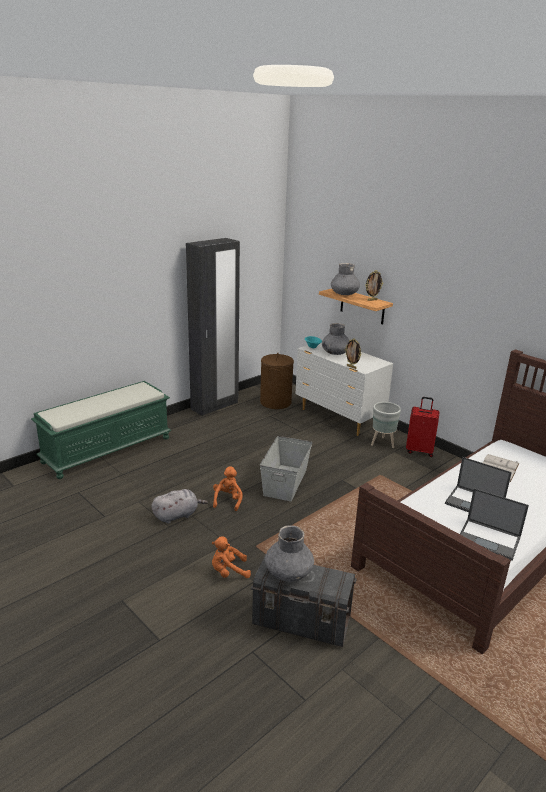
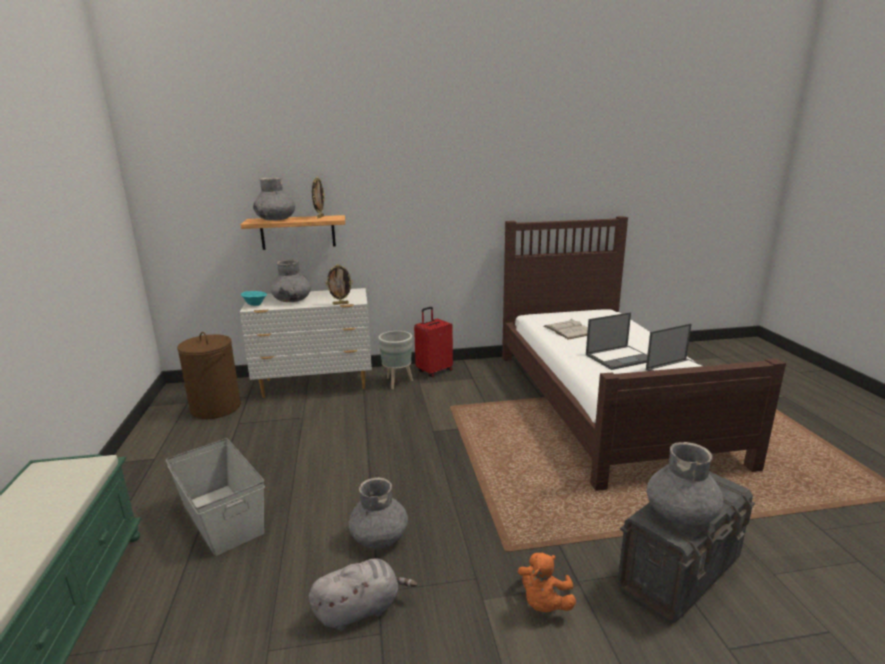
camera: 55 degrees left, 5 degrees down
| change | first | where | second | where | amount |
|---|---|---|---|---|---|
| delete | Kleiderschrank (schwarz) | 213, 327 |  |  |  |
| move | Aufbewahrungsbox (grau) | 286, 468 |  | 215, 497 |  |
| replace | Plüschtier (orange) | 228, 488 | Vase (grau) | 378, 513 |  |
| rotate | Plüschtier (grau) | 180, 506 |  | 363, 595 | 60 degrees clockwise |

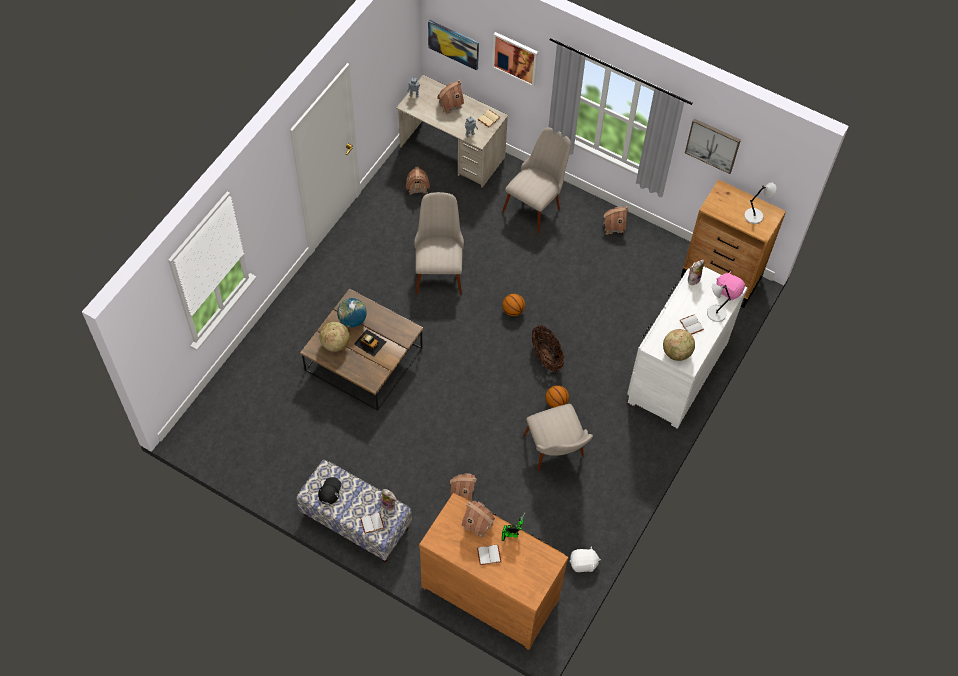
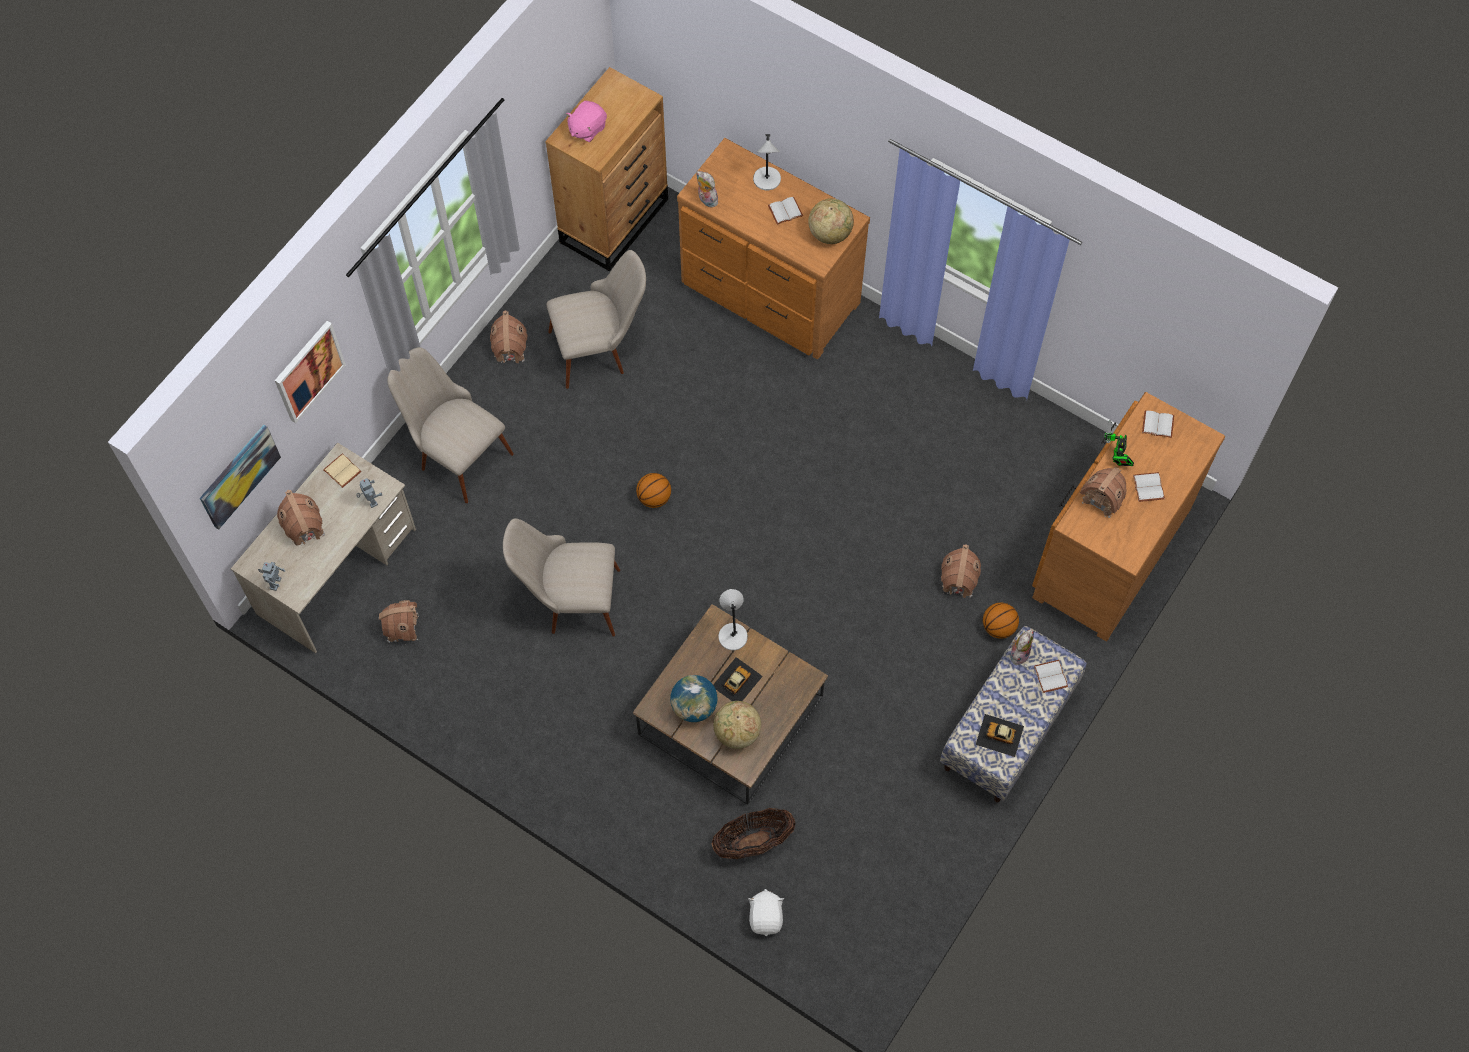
camera: 85 degrees left, 5 degrees up
| change | first | where | second | where | amount |
|---|---|---|---|---|---|
| delete | Bild | 713, 146 |  |  |  |
| insert |  |  | Buch (weiß) | 1158, 424 |  |
| move | Stuhl (beige) | 558, 437 |  | 596, 319 |  |
| move | Korb | 548, 348 |  | 753, 833 |  |
| move | Basketball | 557, 396 |  | 1001, 620 |  |
| move | Plüschtier (weiß) | 585, 559 |  | 766, 912 |  |
| move | Plüschtier (rosa) | 730, 285 |  | 586, 121 |  |
| move | Tischlampe (grau) | 760, 203 |  | 733, 619 |  |
| replace | Kappe (schwarz) | 329, 491 | Spielzeugauto | 1000, 735 |  |
| recolor | Kommode (weiß) | 687, 345 | Kommode (braun) | 773, 249 |  |

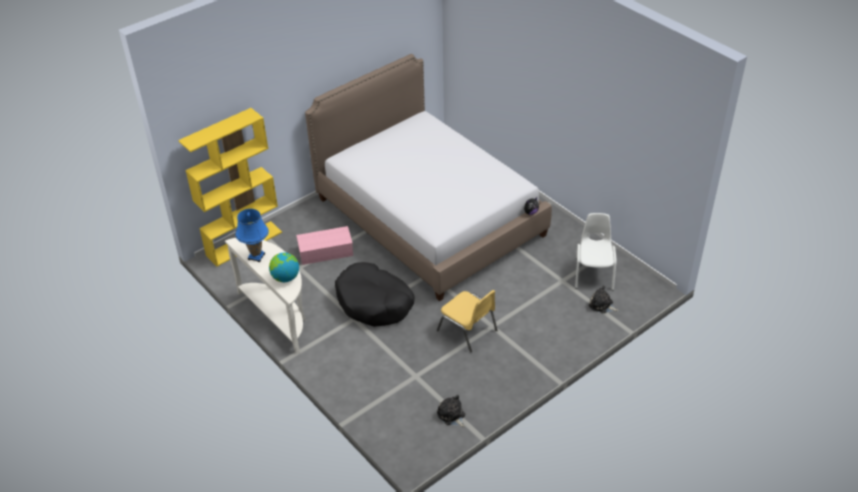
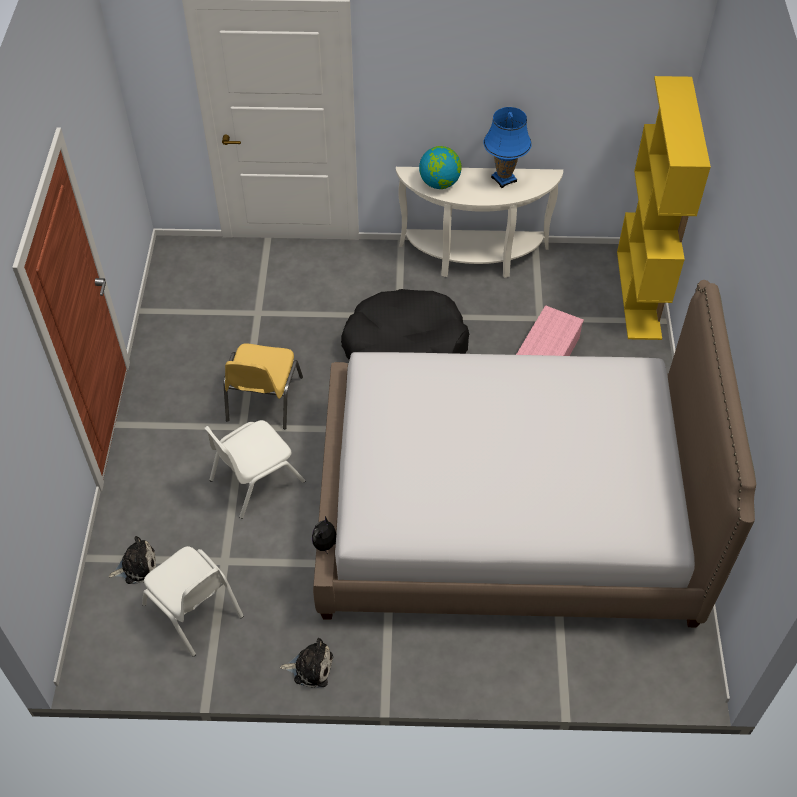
camera: 130 degrees right, 10 degrees up
| change | first | where | second | where | amount |
|---|---|---|---|---|---|
| insert |  |  | Stuhl (weiß) | 254, 469 |  |
| move | Plüschtier | 451, 411 |  | 306, 663 |  |
| rotate | Stuhl (gelb) | 467, 321 |  | 263, 386 | 75 degrees counterclockwise |

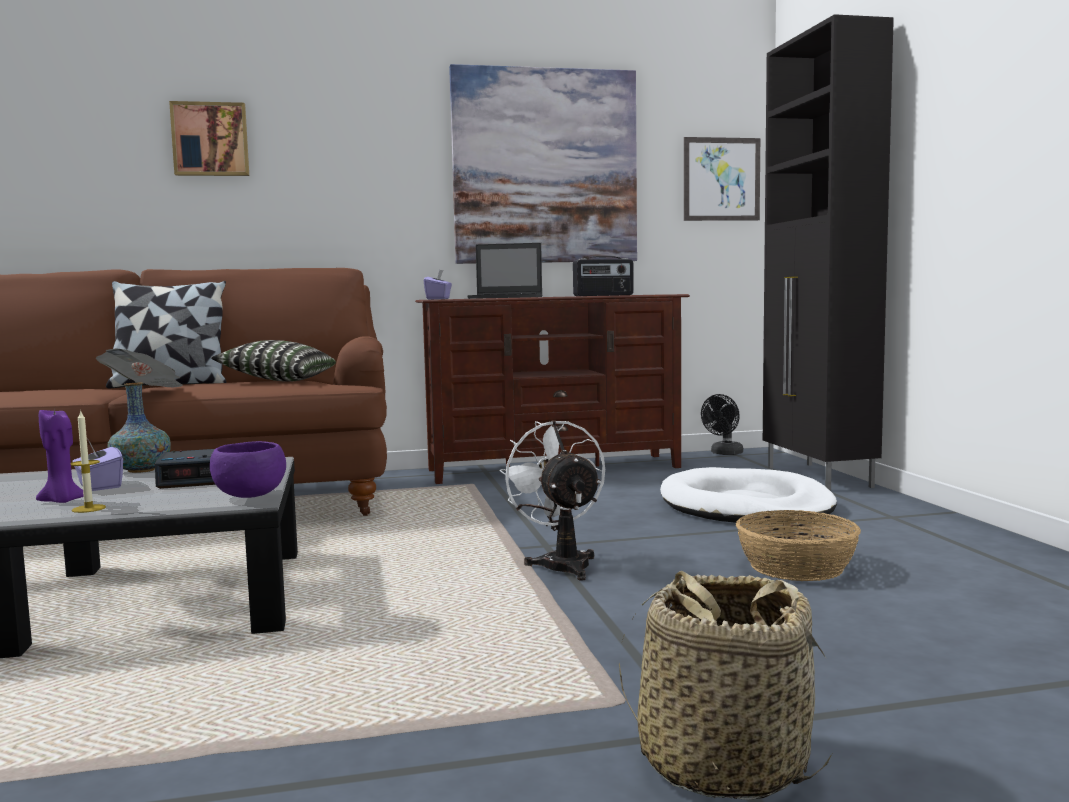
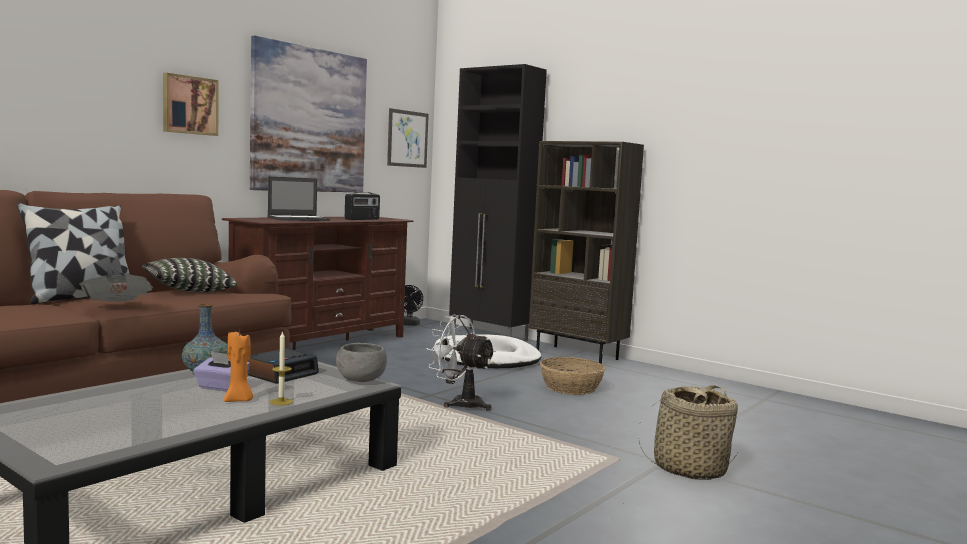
camera: 40 degrees left, 0 degrees up
| change | first | where | second | where | amount |
|---|---|---|---|---|---|
| delete | Taschentuchbox (lila) | 438, 284 |  |  |  |
| insert |  |  | Bücherregal (braun) | 586, 252 |  |
| move | Bild | 209, 138 |  | 191, 104 |  |
| recolor | Kerze (lila) | 60, 455 | Kerze (orange) | 238, 366 |  |
| recolor | Schüssel (lila) | 248, 469 | Schüssel (grau) | 361, 362 |  |

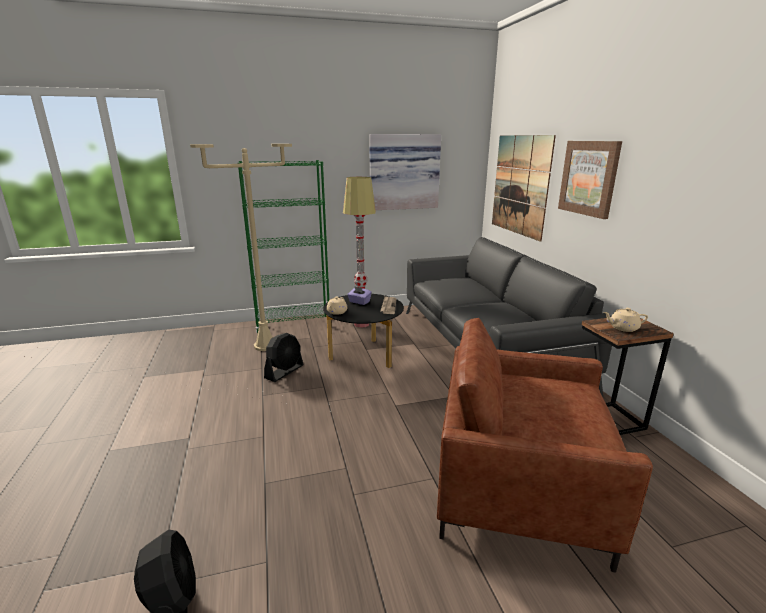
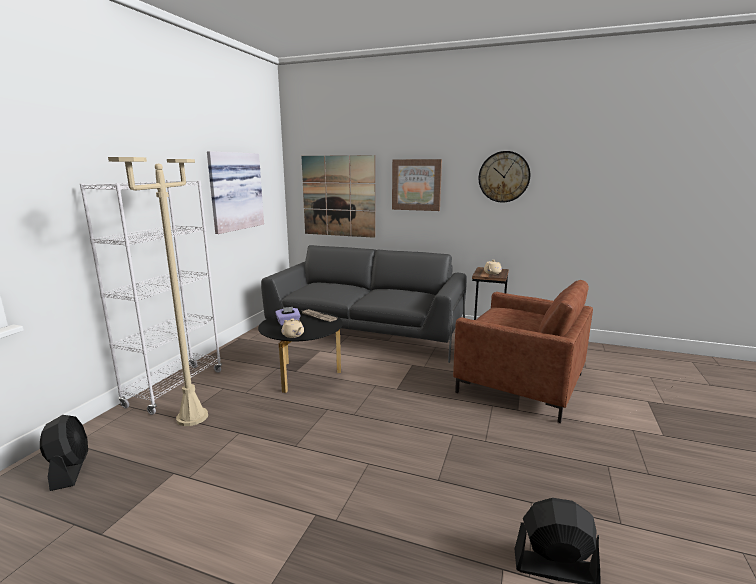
camera: 55 degrees left, 5 degrees down
| change | first | where | second | where | amount |
|---|---|---|---|---|---|
| delete | Stehlampe | 359, 252 |  |  |  |
| insert |  |  | Wanduhr | 504, 177 |  |
| move | Ventilator (schwarz) | 283, 357 |  | 64, 453 |  |
| recolor | Bücherregal (grün) | 283, 246 | Bücherregal (weiß) | 151, 297 |  |
| rotate | Sessel (braun) | 545, 445 |  | 523, 351 | 105 degrees counterclockwise |

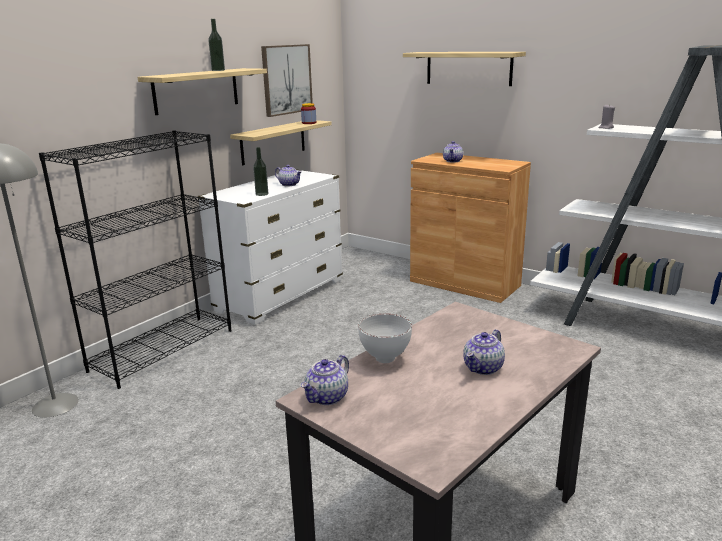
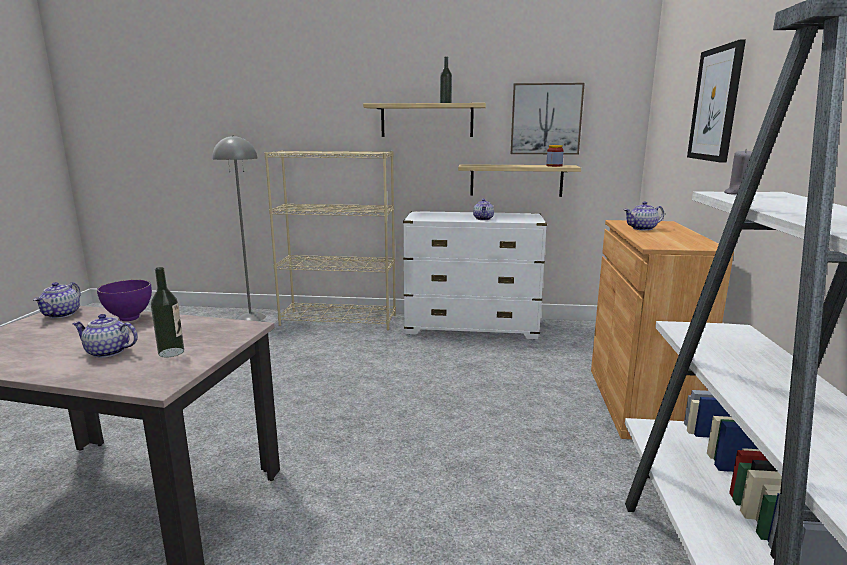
camera: 60 degrees right, 5 degrees down
| change | first | where | second | where | amount |
|---|---|---|---|---|---|
| move | Flasche | 260, 171 |  | 167, 312 |  |
| replace | Wandregal | 464, 69 | Bild | 716, 101 |  |
| recolor | Bücherregal (schwarz) | 135, 259 | Bücherregal (beige) | 330, 240 |  |
| recolor | Schüssel (weiß) | 385, 338 | Schüssel (lila) | 124, 300 |  |
| rotate | Teekanne | 325, 380 |  | 56, 300 | 90 degrees counterclockwise |

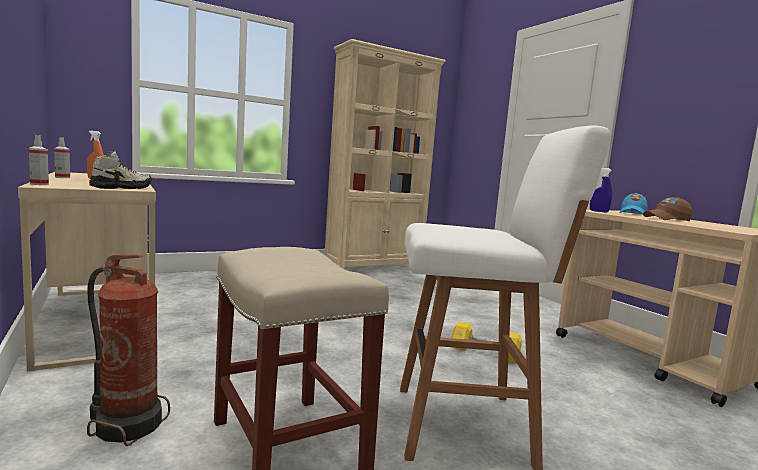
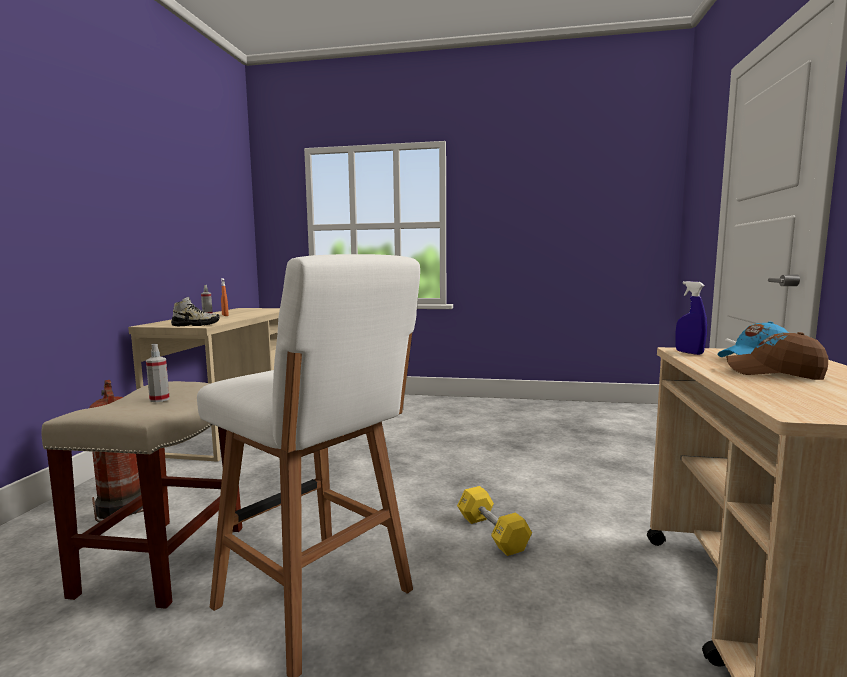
camera: 40 degrees right, 0 degrees up
| change | first | where | second | where | amount |
|---|---|---|---|---|---|
| delete | Bücherregal (beige) | 385, 154 |  |  |  |
| move | Sprühflasche | 39, 160 |  | 158, 373 |  |

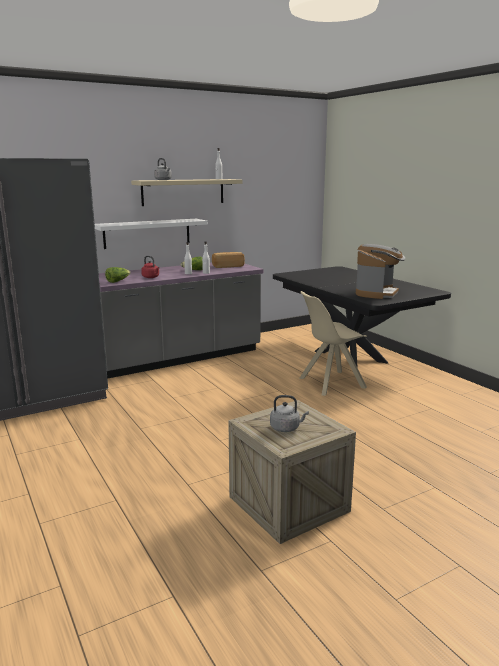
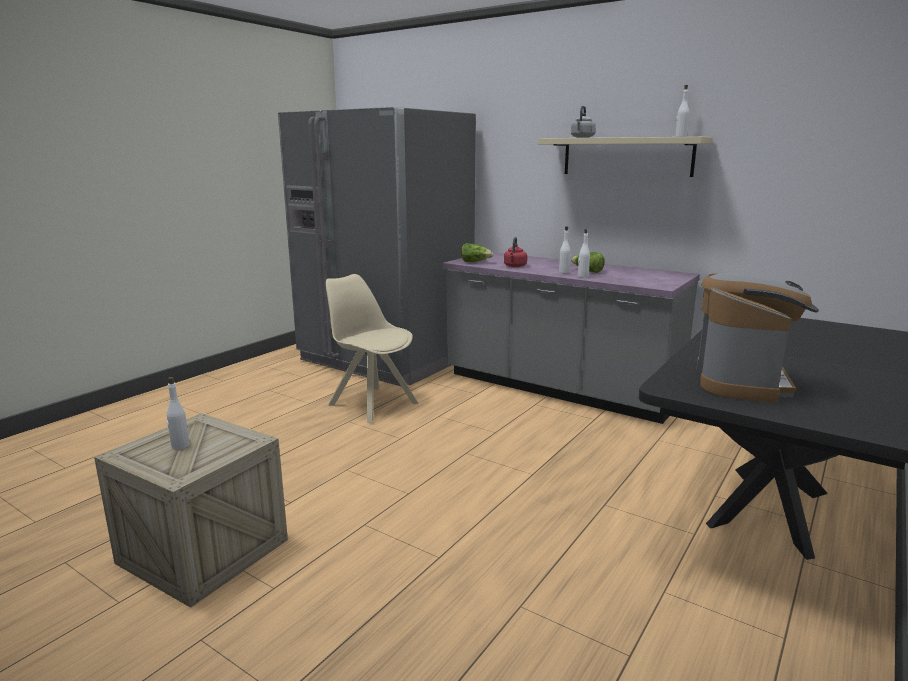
camera: 65 degrees right, 0 degrees up
| change | first | where | second | where | amount |
|---|---|---|---|---|---|
| delete | Wandregal (weiß) | 151, 234 |  |  |  |
| delete | Brot | 228, 260 |  |  |  |
| move | Stuhl (beige) | 333, 343 |  | 372, 348 |  |
| replace | Wasserkessel (grau) | 289, 413 | Flasche (weiß) | 178, 413 |  |
| rotate | Kaffeemaschine | 380, 271 |  | 758, 338 | 75 degrees counterclockwise |

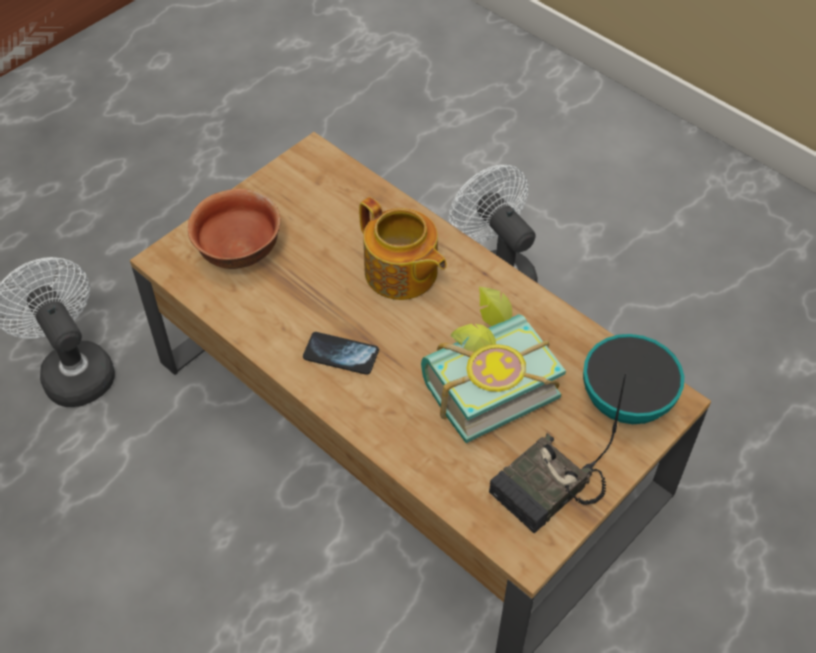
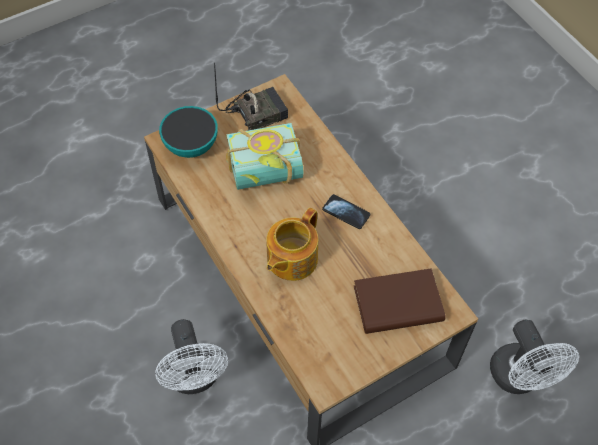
camera: 165 degrees left, 5 degrees up
| change | first | where | second | where | amount |
|---|---|---|---|---|---|
| replace | Schüssel | 234, 229 | Buch (braun) | 400, 301 |  |
| rotate | Teekanne | 403, 248 |  | 292, 244 | 120 degrees counterclockwise |

